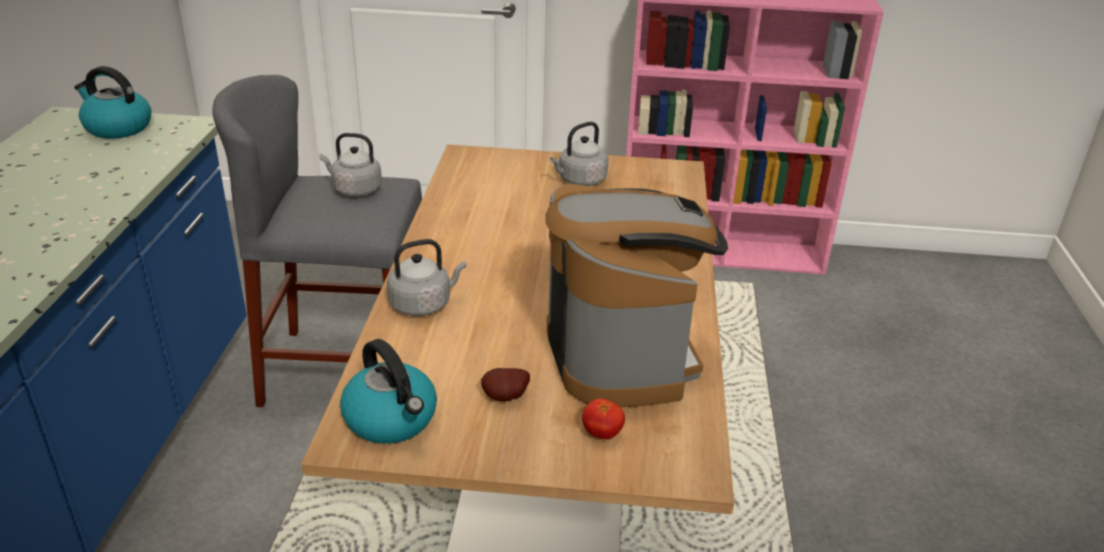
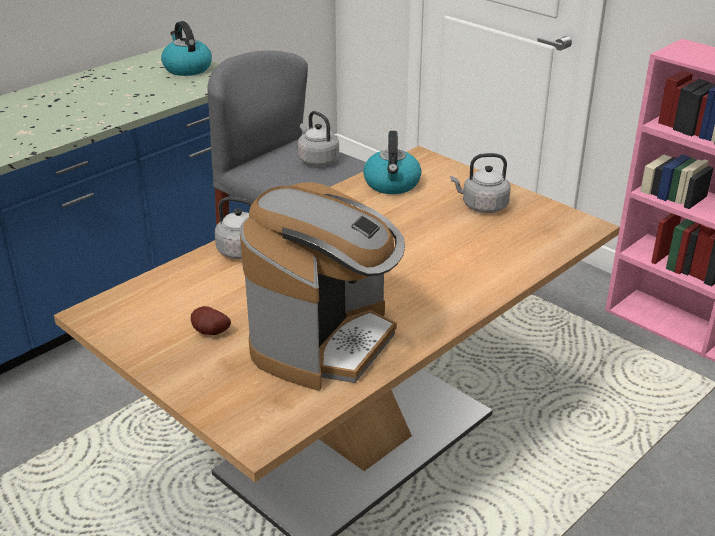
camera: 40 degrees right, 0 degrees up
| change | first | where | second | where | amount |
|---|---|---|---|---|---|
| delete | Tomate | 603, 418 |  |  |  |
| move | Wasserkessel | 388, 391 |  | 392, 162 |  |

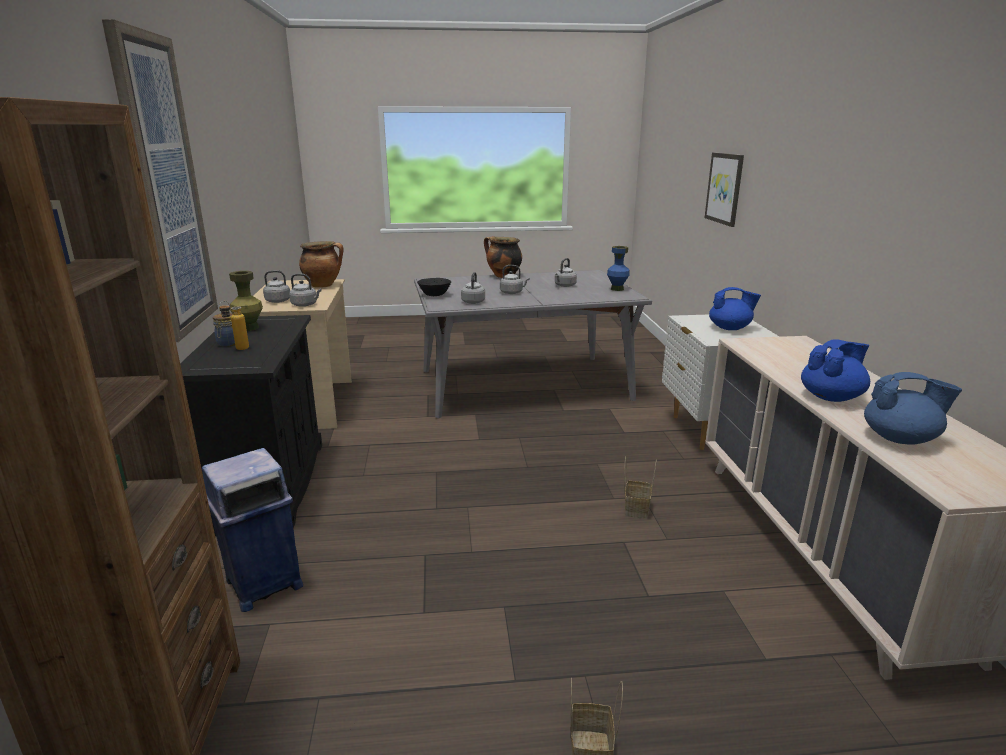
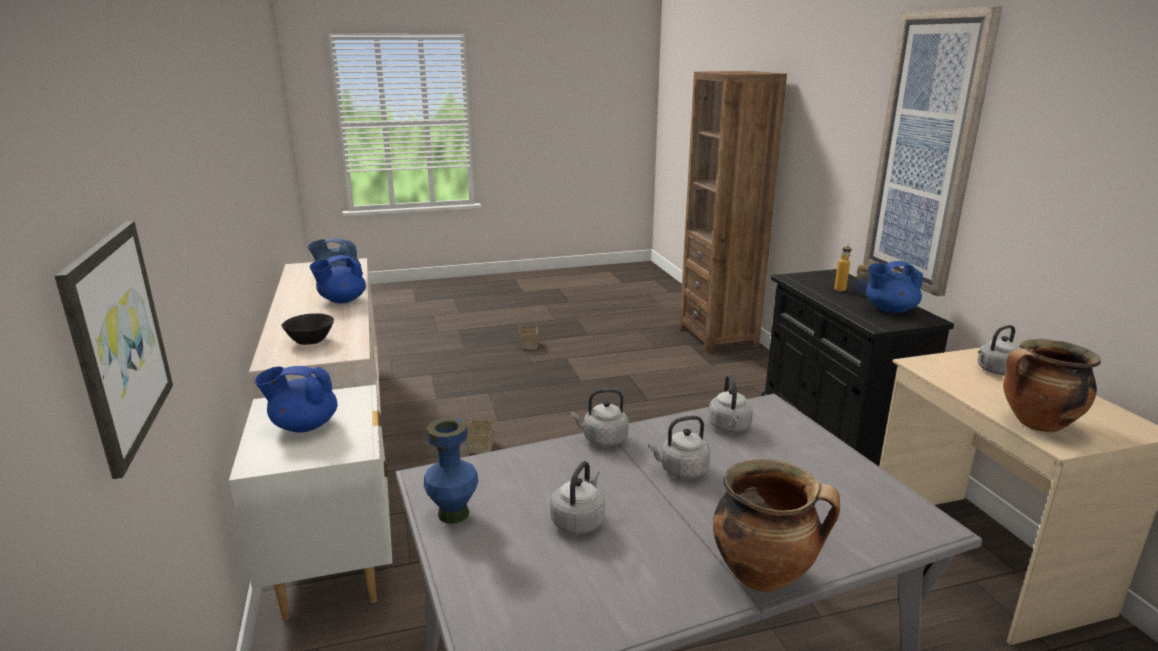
camera: 170 degrees right, 0 degrees up
| change | first | where | second | where | amount |
|---|---|---|---|---|---|
| delete | Mülleimer (blau) | 252, 530 |  |  |  |
| move | Wasserkessel (grau) | 305, 290 |  | 599, 417 |  |
| move | Schüssel (schwarz) | 434, 287 |  | 307, 329 |  |
| replace | Vase (grün) | 246, 301 | Teekanne (blau) | 894, 287 |  |

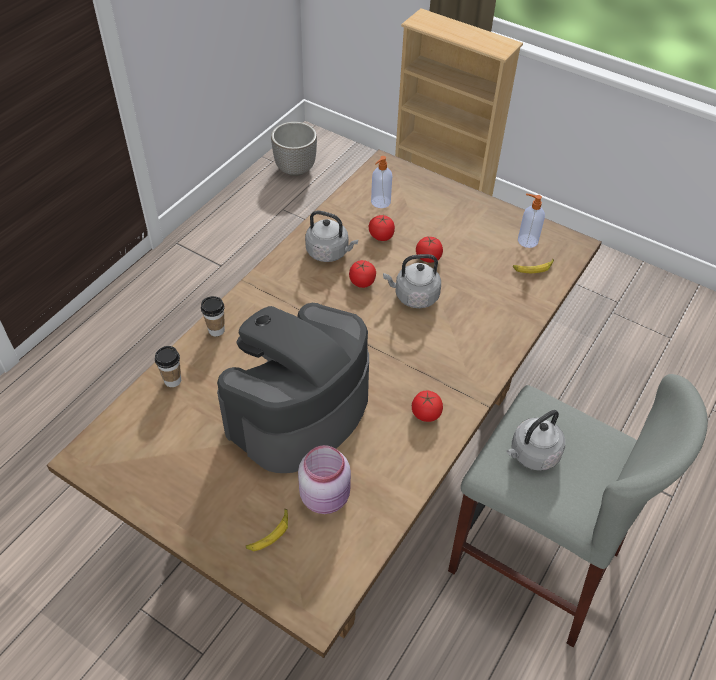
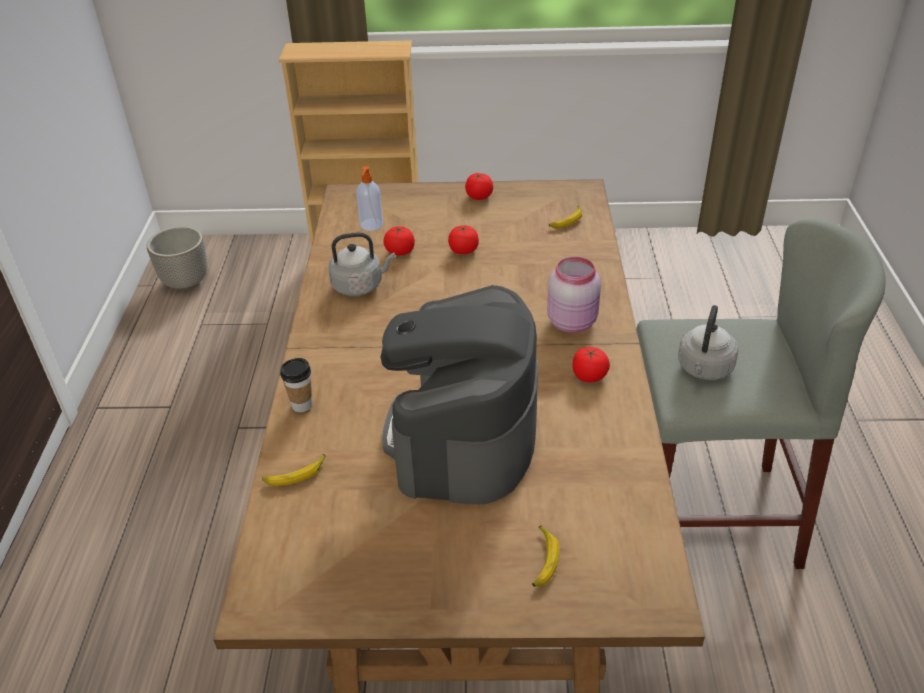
camera: 30 degrees left, 10 degrees down
| change | first | where | second | where | amount |
|---|---|---|---|---|---|
| delete | Wasserkessel (grau) | 412, 281 |  |  |  |
| delete | Seifenspender | 531, 221 |  |  |  |
| move | Vorratsglas (rosa) | 324, 479 |  | 574, 295 |  |
| move | Tomate | 362, 274 |  | 479, 186 |  |
| replace | Tasse | 168, 366 | Banane | 294, 470 |  |

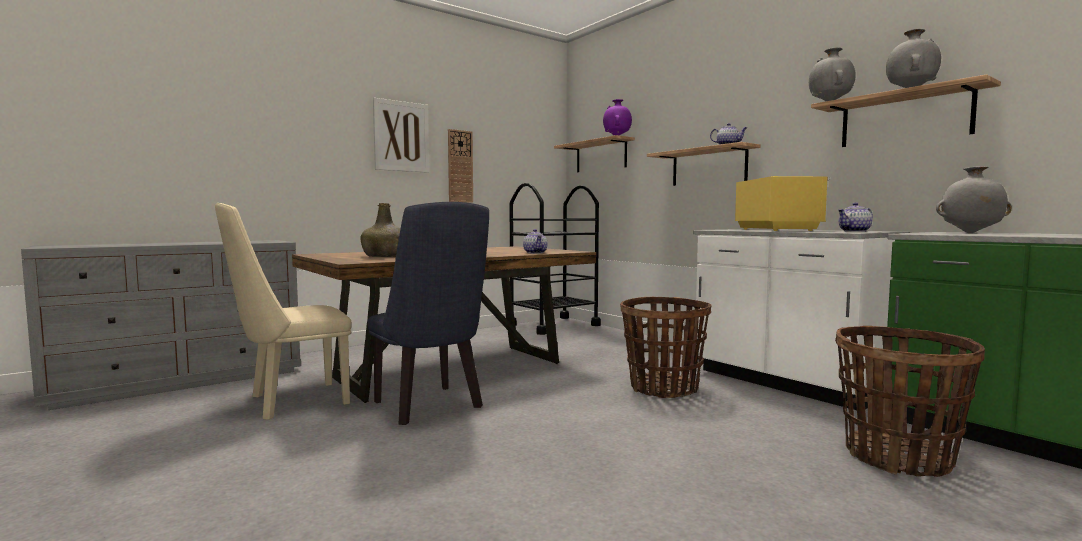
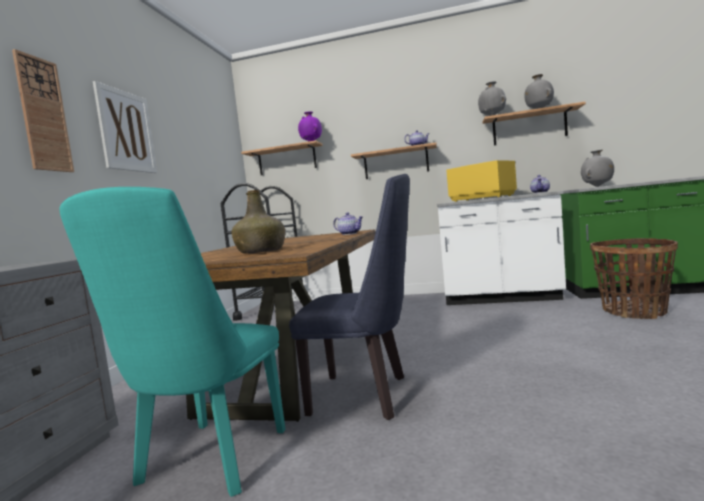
camera: 40 degrees left, 0 degrees up
| change | first | where | second | where | amount |
|---|---|---|---|---|---|
| delete | Korb | 666, 347 |  |  |  |
| move | Wanduhr | 460, 166 |  | 43, 110 |  |
| recolor | Stuhl (beige) | 283, 311 | Stuhl (türkis) | 172, 342 |  |

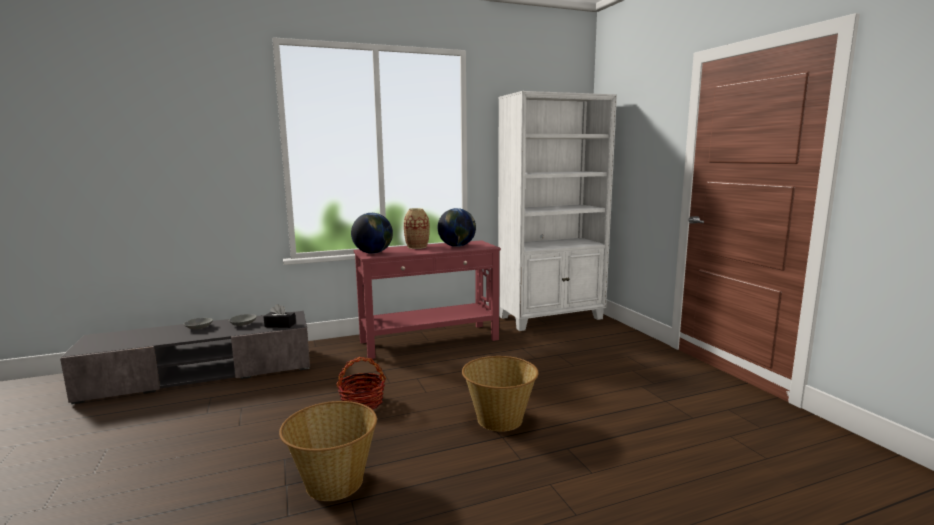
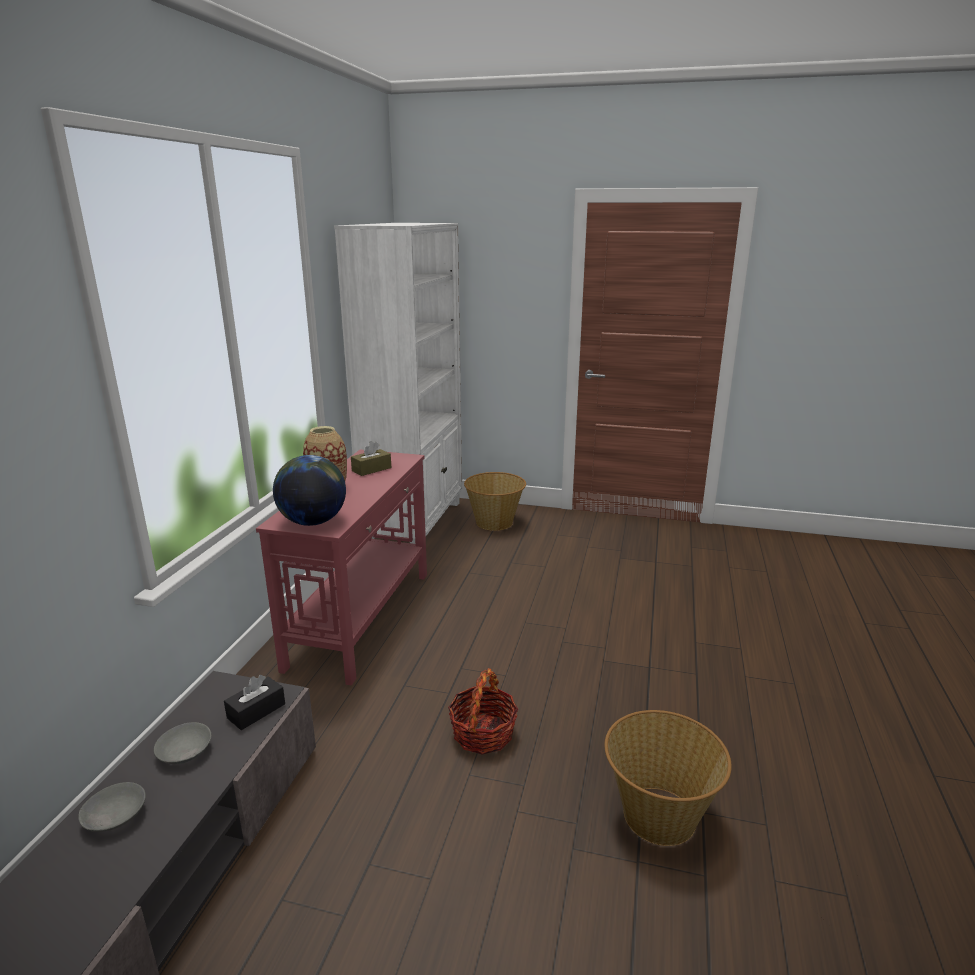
camera: 55 degrees left, 10 degrees up
| change | first | where | second | where | amount |
|---|---|---|---|---|---|
| move | Korb | 500, 394 |  | 495, 501 |  |
| replace | Globus | 456, 227 | Taschentuchbox (braun) | 371, 458 |  |

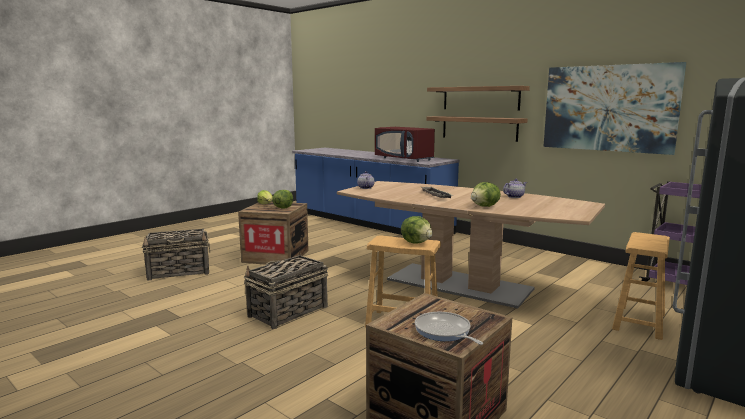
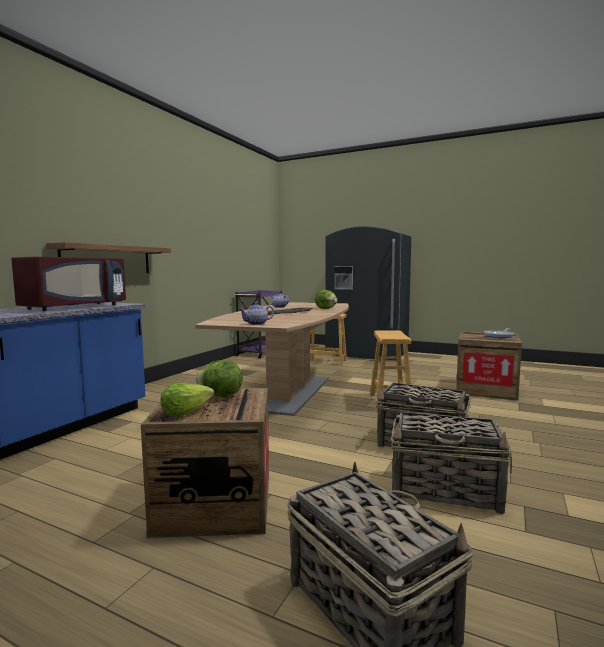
camera: 105 degrees left, 5 degrees down
| change | first | where | second | where | amount |
|---|---|---|---|---|---|
| delete | Salatkopf | 417, 230 |  |  |  |
| delete | Wandregal | 478, 98 |  |  |  |
| delete | Bild | 614, 108 |  |  |  |
| insert |  |  | Korb | 451, 463 |  |

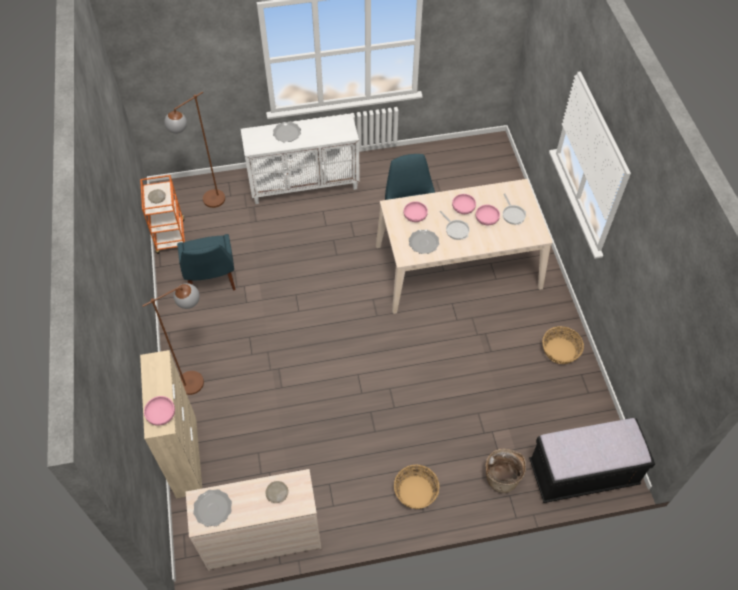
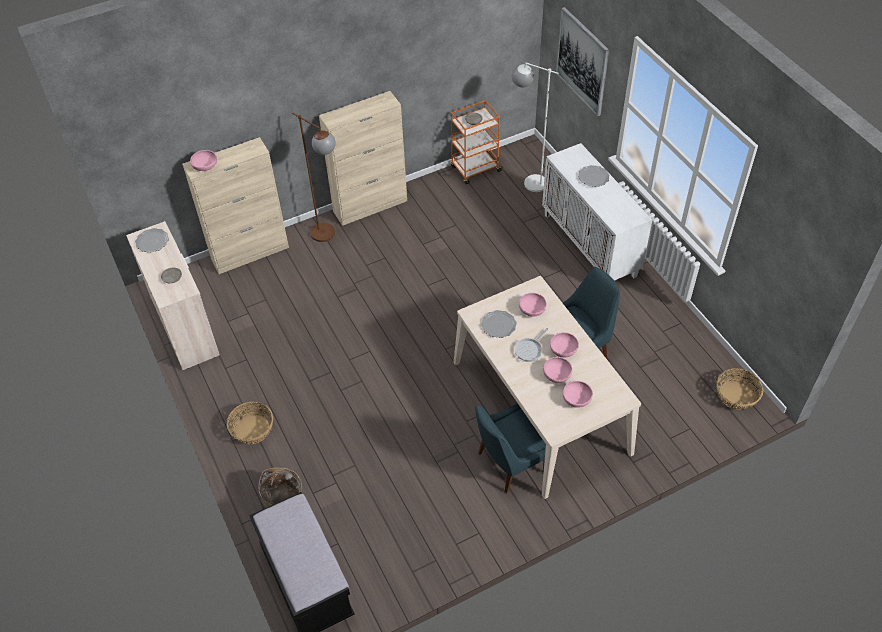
camera: 75 degrees right, 5 degrees down
| change | first | where | second | where | amount |
|---|---|---|---|---|---|
| insert |  |  | Schrank (beige) | 363, 158 |  |
| insert |  |  | Bild | 583, 62 |  |
| move | Stuhl (blau) | 206, 262 |  | 510, 448 |  |
| move | Korb | 563, 345 |  | 739, 389 |  |
| replace | Pfanne | 514, 209 | Schüssel (rosa) | 578, 394 |  |
| recolor | Stehlampe (braun) | 194, 149 | Stehlampe (weiß) | 535, 127 |  |

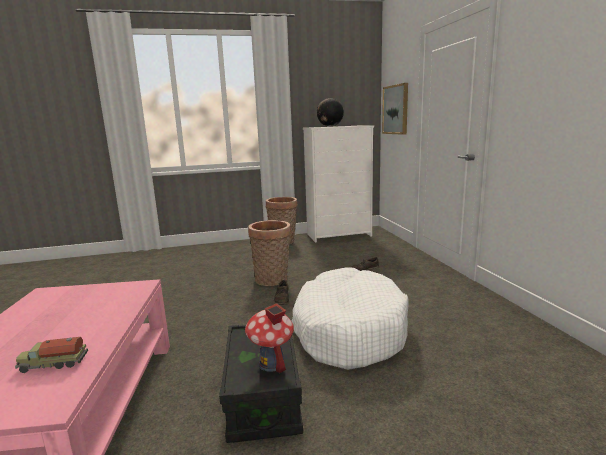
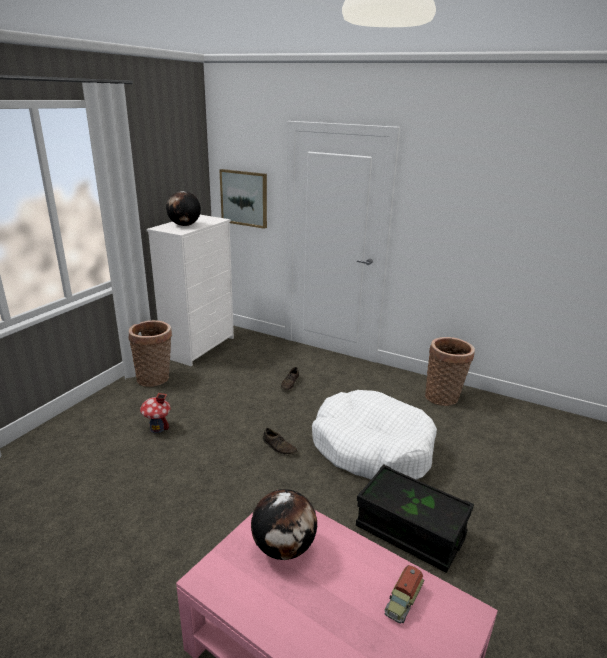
camera: 50 degrees left, 10 degrees up
| change | first | where | second | where | amount |
|---|---|---|---|---|---|
| insert |  |  | Globus | 284, 524 |  |
| move | Spielzeughaus | 269, 338 |  | 155, 413 |  |
| move | Korb | 269, 253 |  | 450, 371 |  |

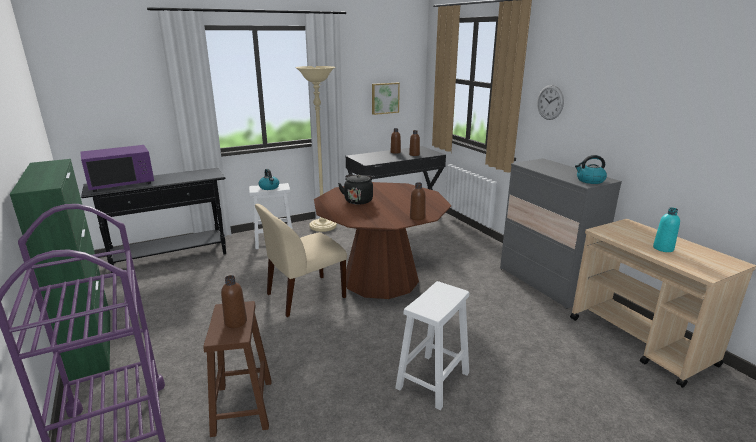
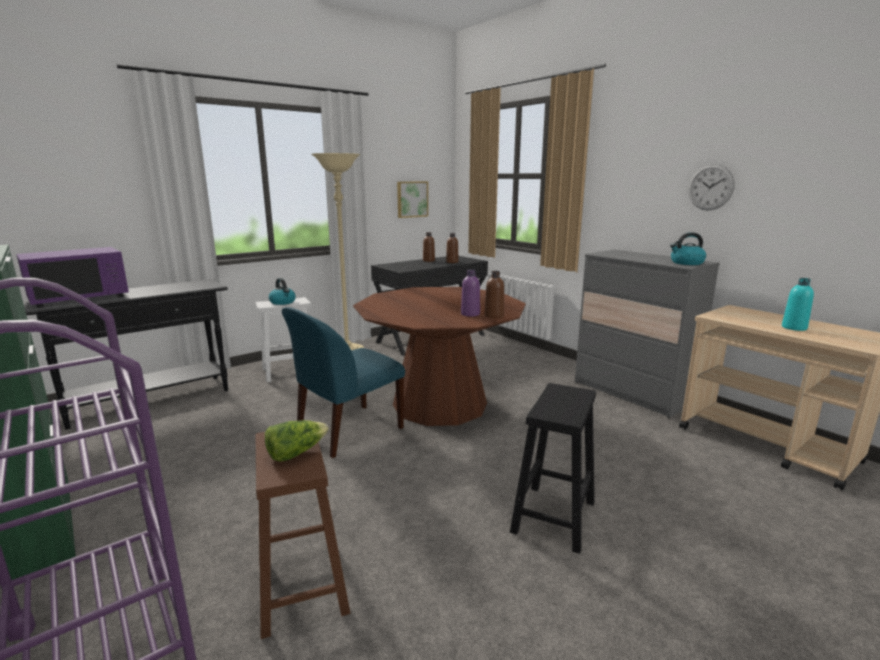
camera: 10 degrees left, 5 degrees down
| change | first | where | second | where | amount |
|---|---|---|---|---|---|
| delete | Wasserkessel (schwarz) | 356, 189 |  |  |  |
| insert |  |  | Flasche (lila) | 470, 293 |  |
| move | Wanduhr | 550, 102 |  | 711, 187 |  |
| replace | Flasche (braun) | 234, 301 | Salatkopf | 297, 441 |  |
| recolor | Stuhl (beige) | 301, 260 | Stuhl (blau) | 343, 382 |  |
| recolor | Hocker (weiß) | 432, 345 | Hocker (schwarz) | 553, 468 |  |

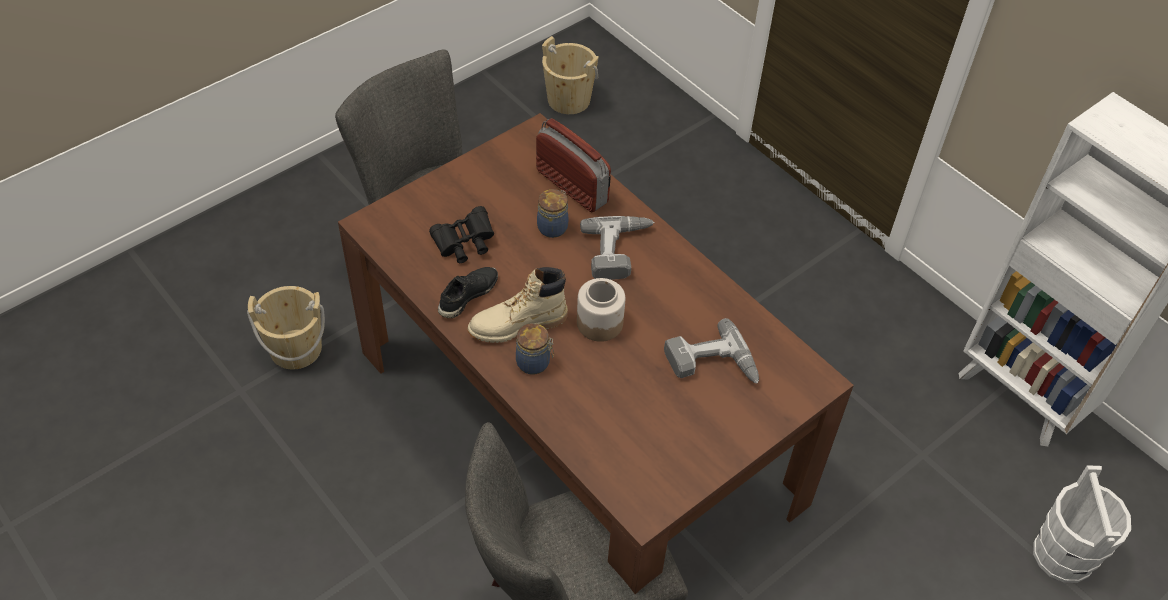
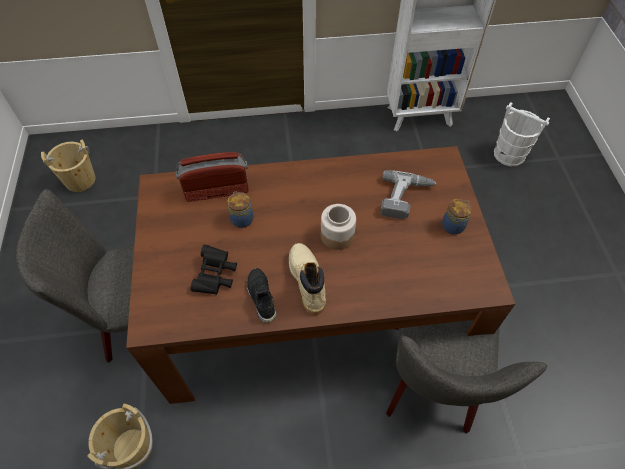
camera: 55 degrees left, 5 degrees up
| change | first | where | second | where | amount |
|---|---|---|---|---|---|
| delete | Bohrmaschine | 617, 248 |  |  |  |
| move | Vorratsglas | 535, 349 |  | 457, 217 |  |
| rotate | Stiefel (beige) | 517, 305 |  | 307, 279 | 150 degrees clockwise |

